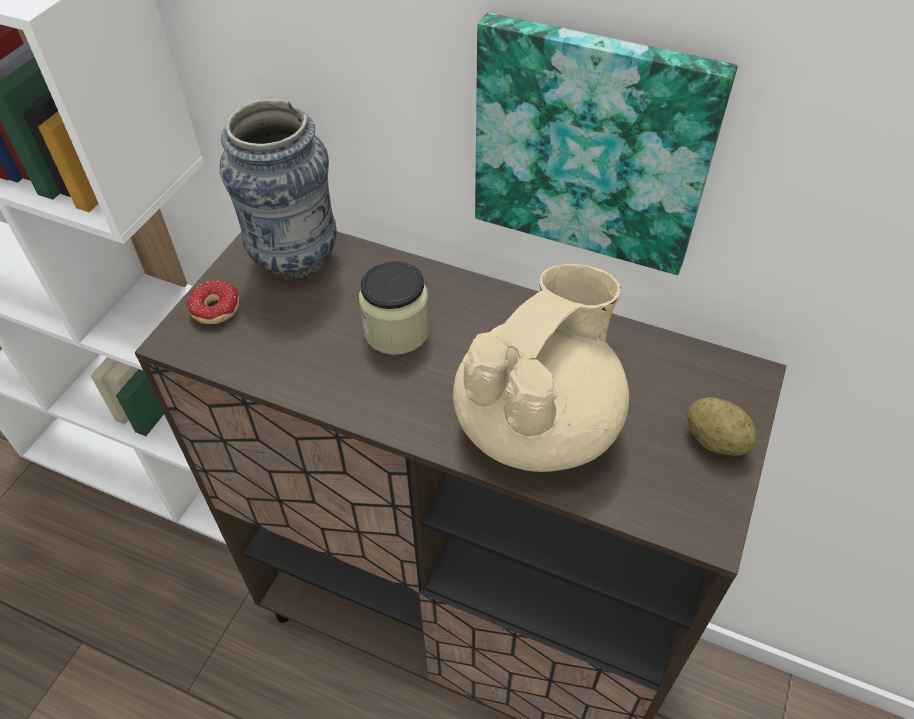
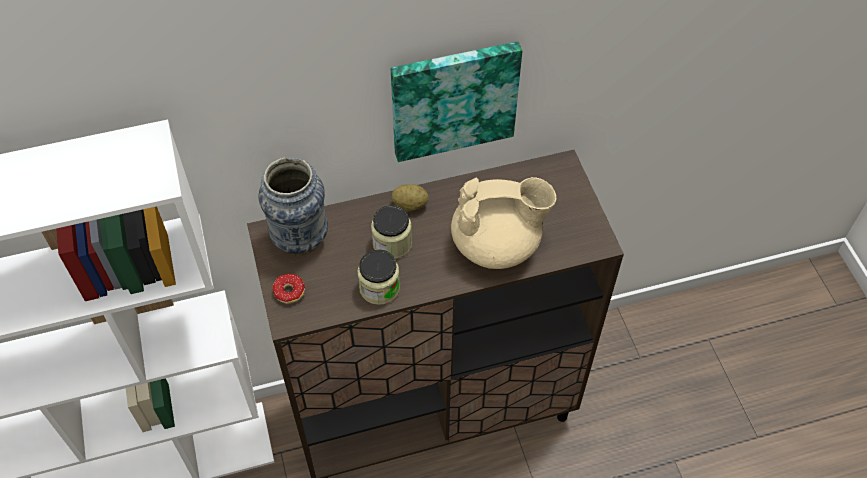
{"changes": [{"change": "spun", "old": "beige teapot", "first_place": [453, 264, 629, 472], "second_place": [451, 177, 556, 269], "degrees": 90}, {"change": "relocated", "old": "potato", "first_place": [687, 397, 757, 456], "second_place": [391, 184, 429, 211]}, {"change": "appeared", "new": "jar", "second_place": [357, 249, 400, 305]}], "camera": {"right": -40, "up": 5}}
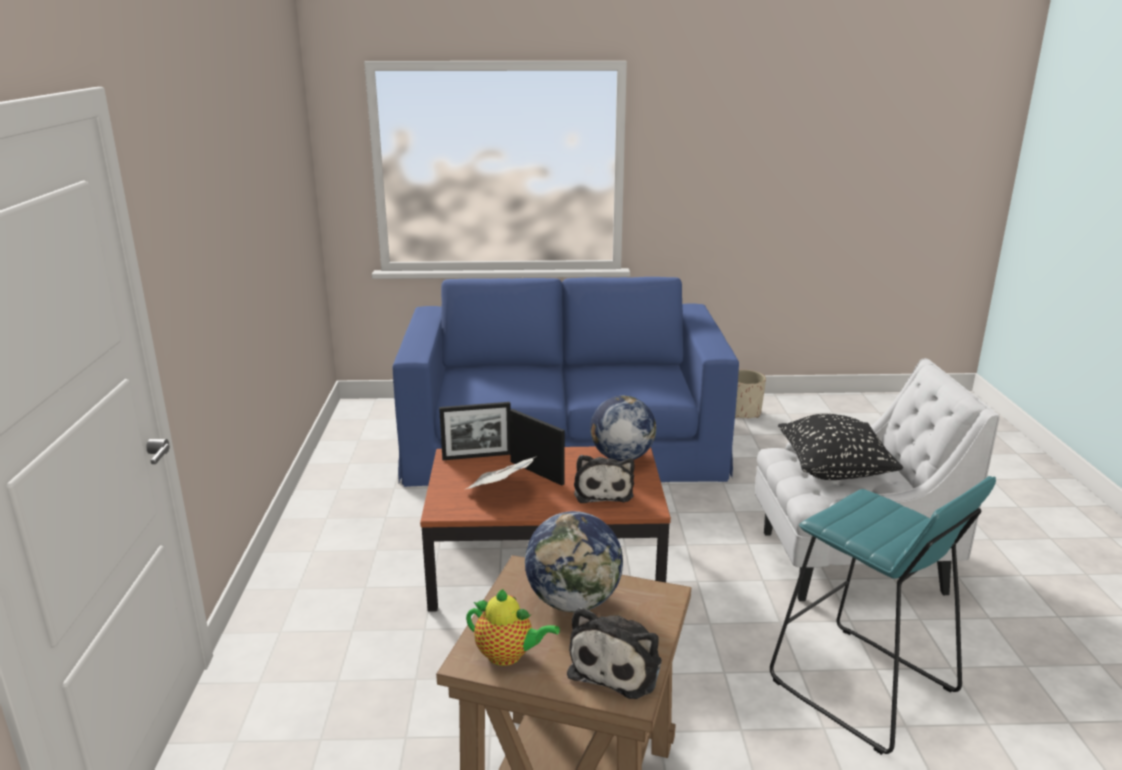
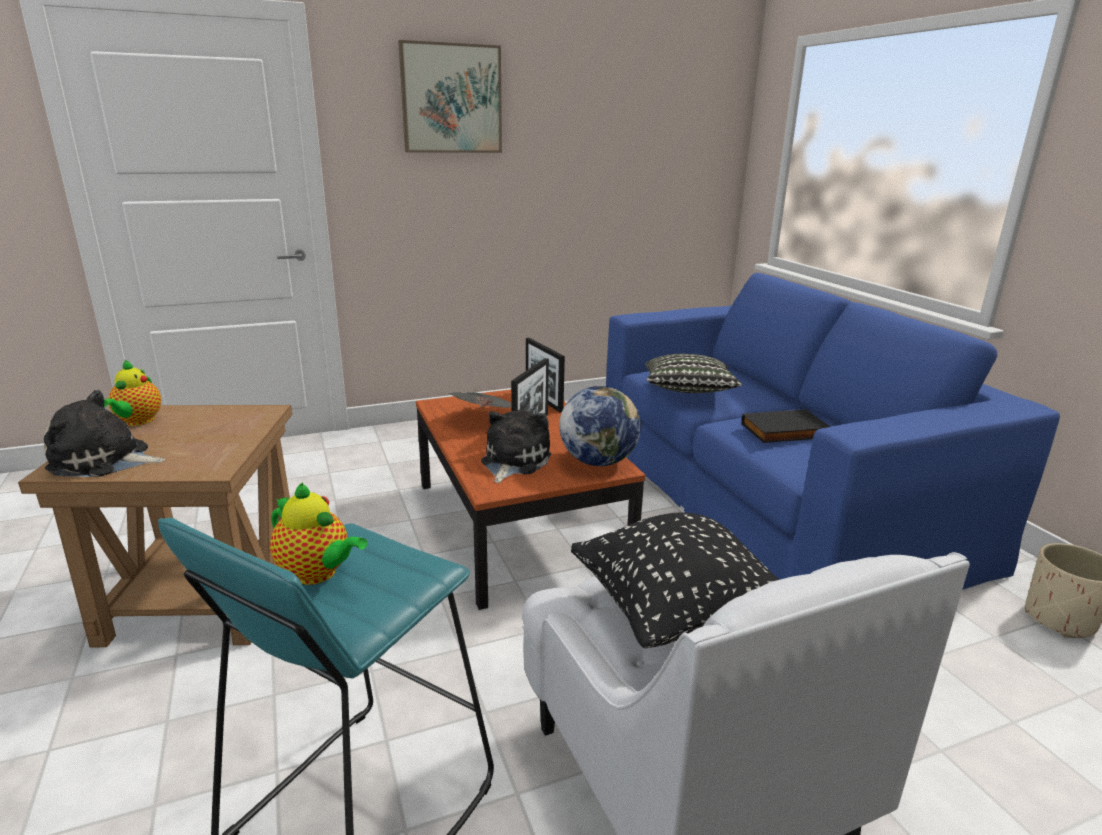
{"changes": [{"change": "missing", "old": "globe", "first_place": [525, 511, 623, 612]}, {"change": "spun", "old": "plush toy", "first_place": [574, 455, 635, 503], "second_place": [481, 410, 551, 483], "degrees": 135}, {"change": "appeared", "new": "teapot", "second_place": [270, 482, 367, 585]}, {"change": "appeared", "new": "picture", "second_place": [398, 40, 502, 153]}, {"change": "appeared", "new": "pillow", "second_place": [645, 354, 742, 393]}, {"change": "appeared", "new": "black book", "second_place": [741, 409, 831, 443]}], "camera": {"right": 70, "up": 0}}
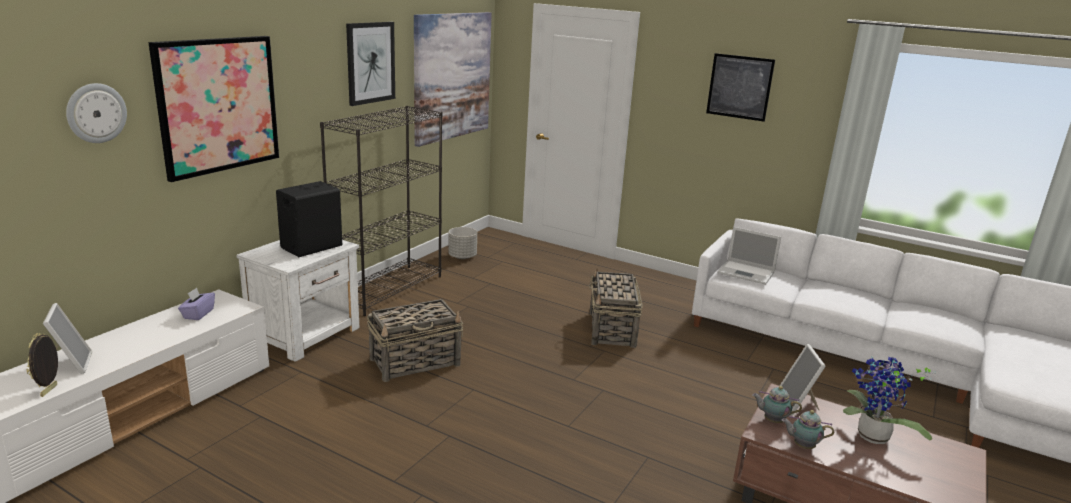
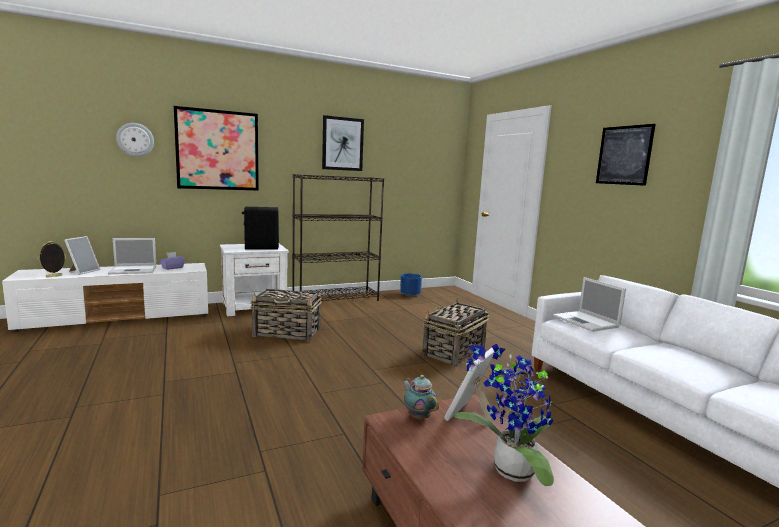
{"changes": [{"change": "missing", "old": "picture", "first_place": [414, 12, 492, 147]}, {"change": "colour", "old": "grey planter", "new": "blue planter", "first_place": [448, 227, 477, 259], "second_place": [400, 273, 422, 296]}, {"change": "missing", "old": "teapot", "first_place": [782, 410, 834, 449]}, {"change": "appeared", "new": "laptop", "second_place": [108, 238, 156, 274]}], "camera": {"right": 35, "up": -10}}
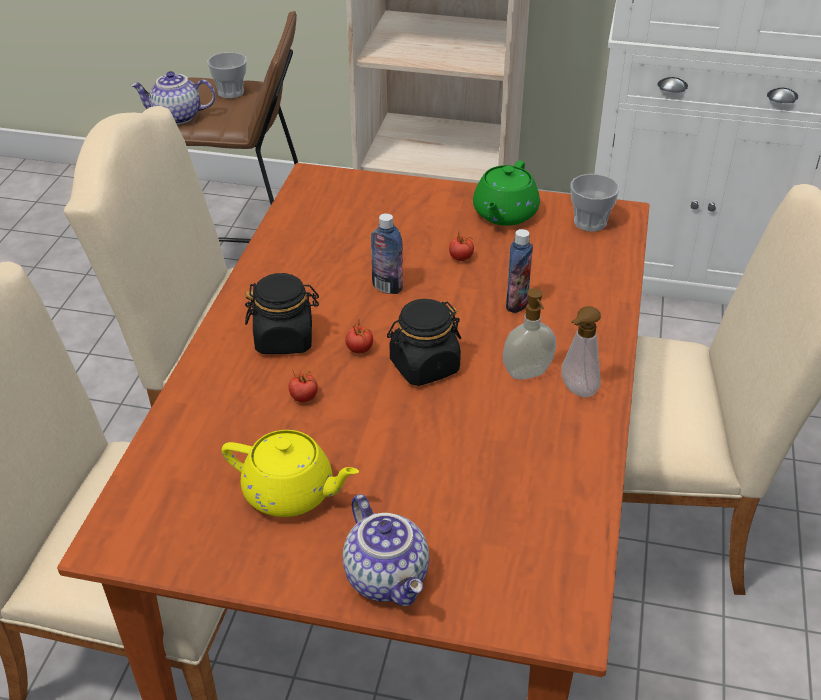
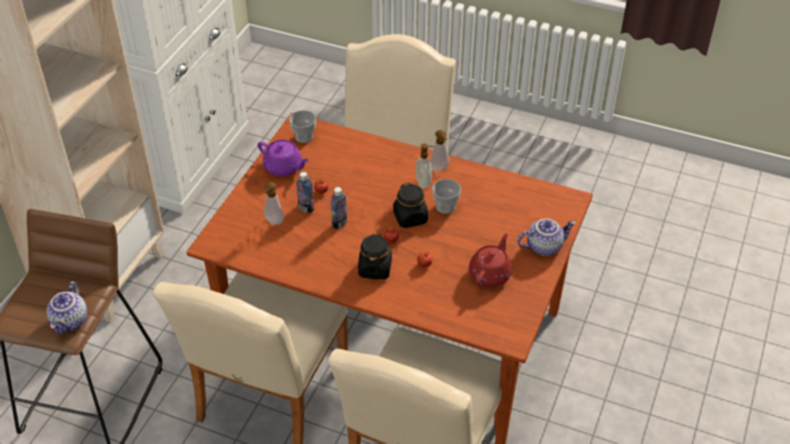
{"changes": [{"change": "relocated", "old": "cup", "first_place": [207, 52, 247, 98], "second_place": [432, 179, 461, 214]}, {"change": "colour", "old": "yellow teapot", "new": "red teapot", "first_place": [222, 430, 359, 517], "second_place": [469, 233, 512, 287]}, {"change": "colour", "old": "green teapot", "new": "purple teapot", "first_place": [473, 160, 540, 226], "second_place": [258, 140, 309, 176]}, {"change": "relocated", "old": "bottle", "first_place": [506, 229, 533, 313], "second_place": [296, 172, 314, 213]}, {"change": "appeared", "new": "soap dispenser", "second_place": [263, 182, 284, 225]}], "camera": {"right": -80, "up": 5}}
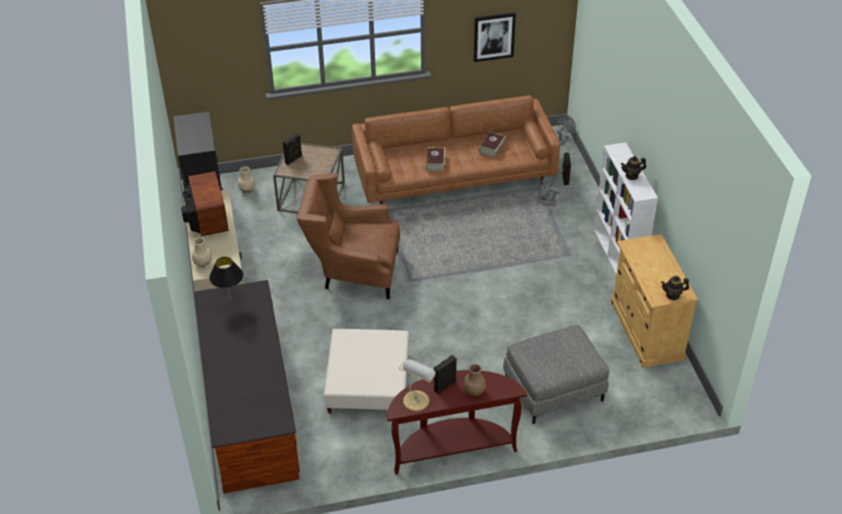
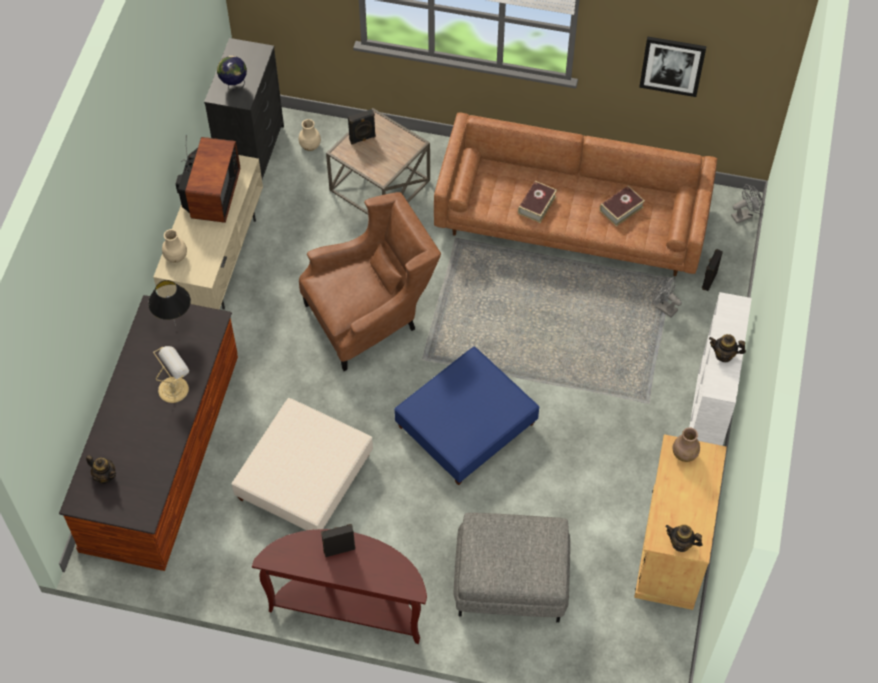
{"changes": [{"change": "spun", "old": "brown armchair", "first_place": [297, 173, 400, 299], "second_place": [299, 192, 441, 371], "degrees": 120}, {"change": "relocated", "old": "table lamp", "first_place": [399, 359, 436, 411], "second_place": [153, 346, 189, 403]}, {"change": "relocated", "old": "brown vase", "first_place": [463, 364, 486, 396], "second_place": [673, 427, 700, 462]}, {"change": "appeared", "new": "teapot", "second_place": [86, 455, 116, 484]}, {"change": "appeared", "new": "globe", "second_place": [217, 56, 247, 91]}, {"change": "appeared", "new": "blue ottoman", "second_place": [394, 347, 540, 485]}], "camera": {"right": 25, "up": 15}}
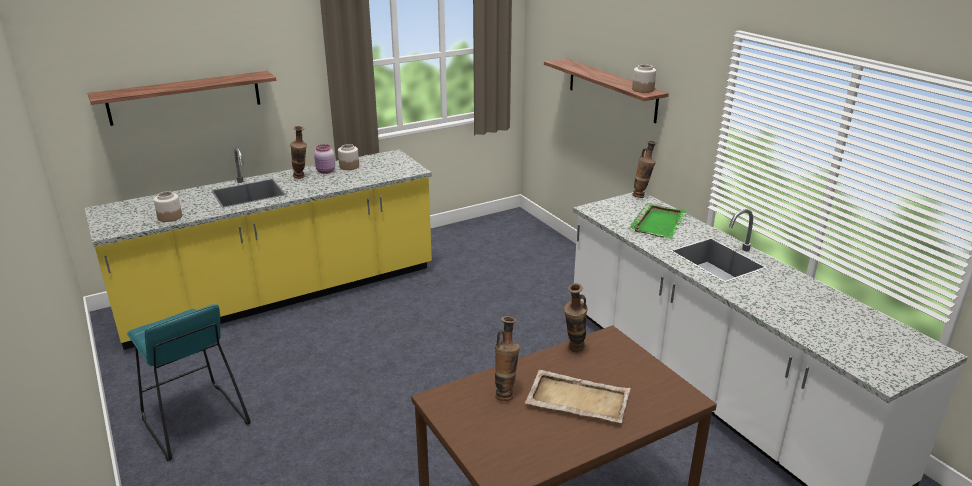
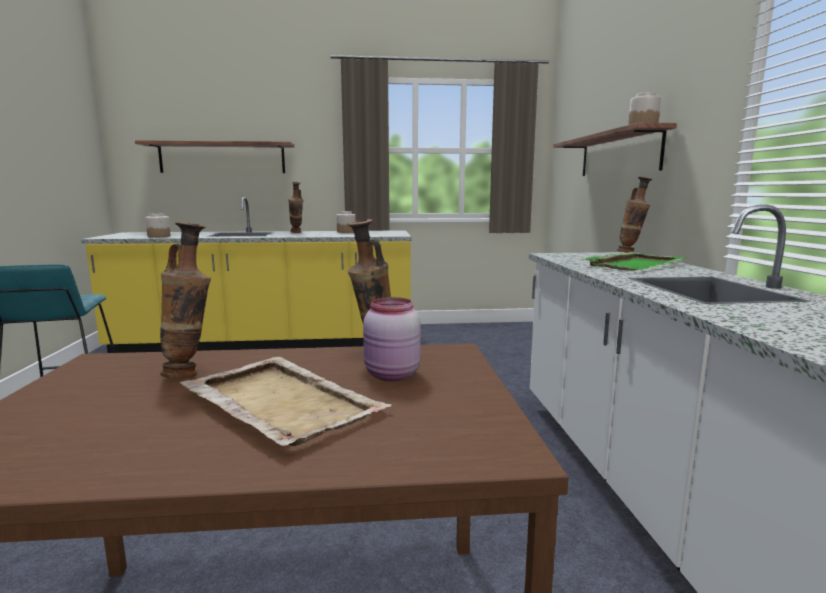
{"changes": [{"change": "relocated", "old": "pink jar", "first_place": [314, 144, 335, 174], "second_place": [363, 297, 421, 381]}], "camera": {"right": 25, "up": -15}}
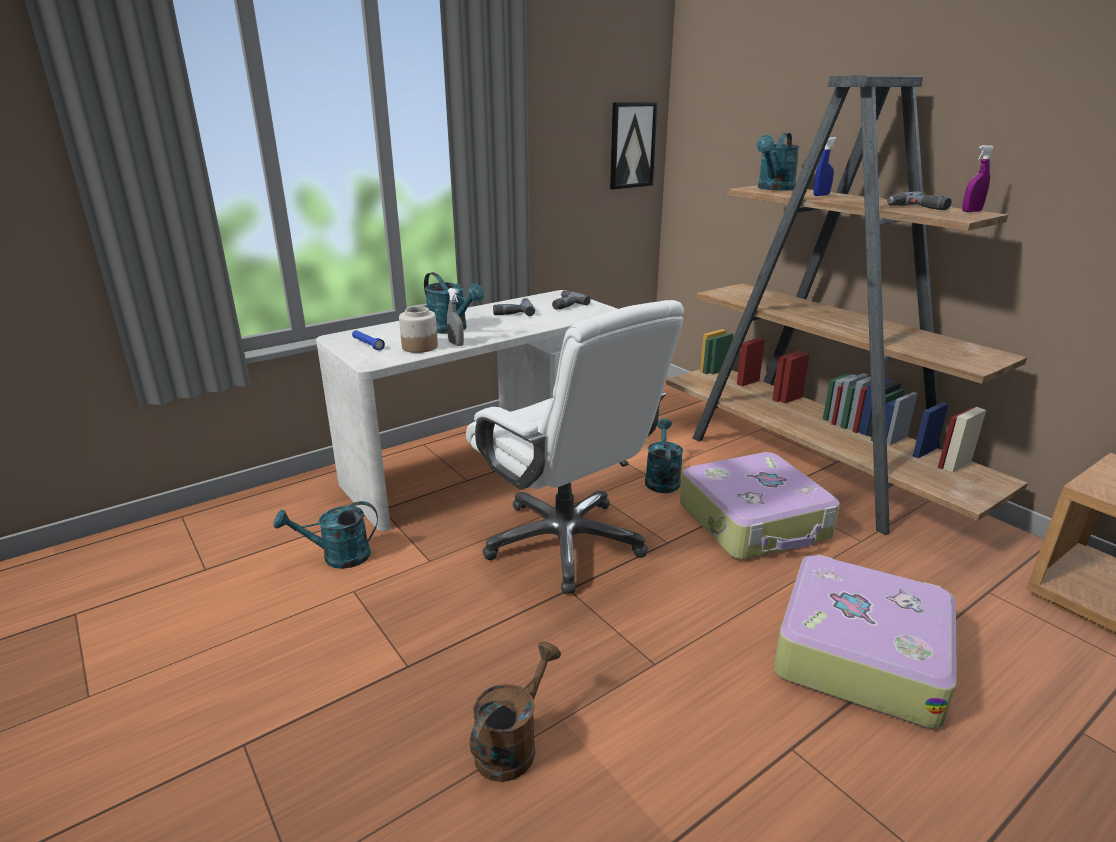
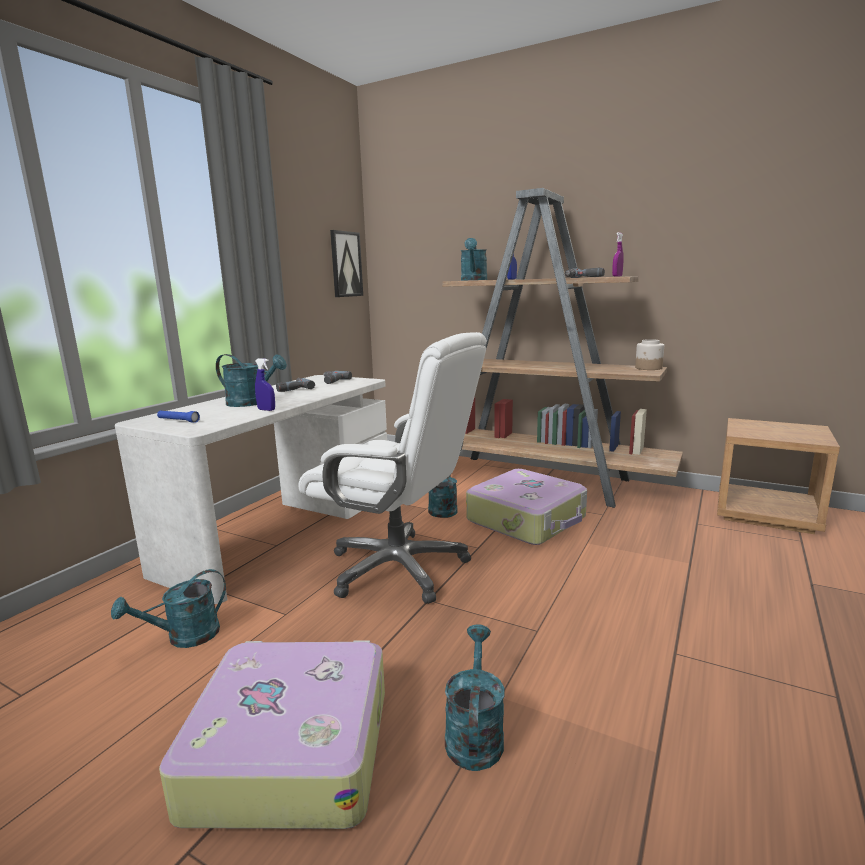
{"changes": [{"change": "relocated", "old": "jar", "first_place": [399, 306, 438, 353], "second_place": [635, 339, 664, 370]}, {"change": "colour", "old": "grey spray bottle", "new": "blue spray bottle", "first_place": [447, 288, 464, 346], "second_place": [255, 358, 275, 411]}, {"change": "colour", "old": "brown watering can", "new": "turquoise watering can", "first_place": [470, 642, 561, 782], "second_place": [445, 624, 505, 771]}, {"change": "relocated", "old": "suitcase", "first_place": [774, 555, 957, 729], "second_place": [159, 640, 385, 829]}], "camera": {"right": -25, "up": -10}}
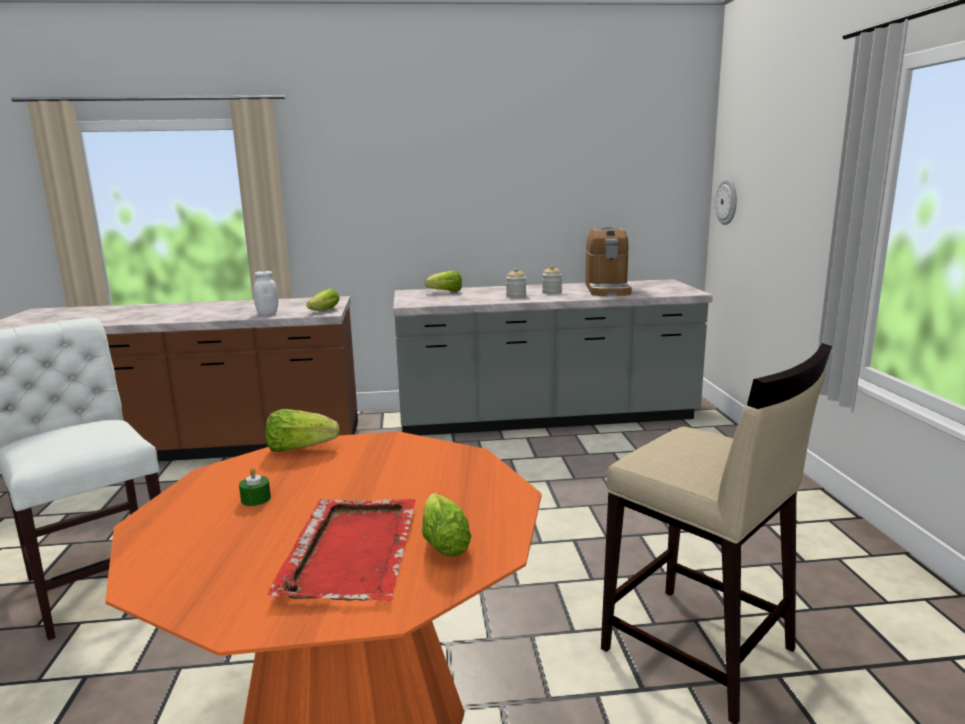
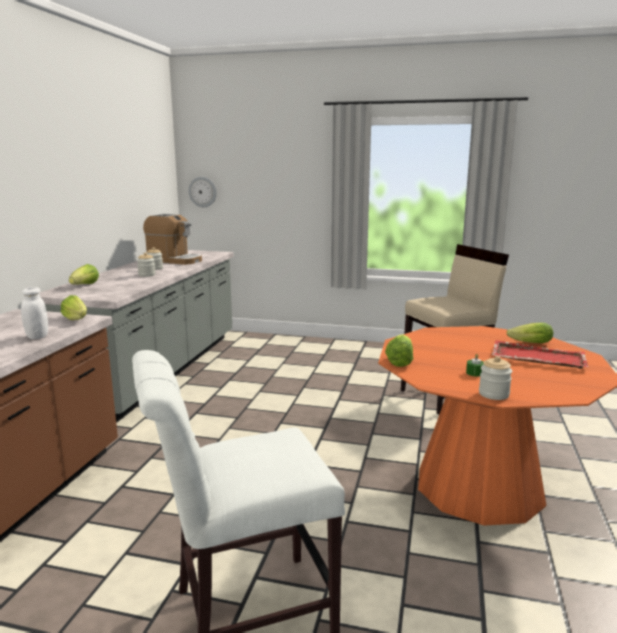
{"changes": [{"change": "appeared", "new": "jar", "second_place": [479, 356, 512, 400]}], "camera": {"right": -70, "up": 0}}
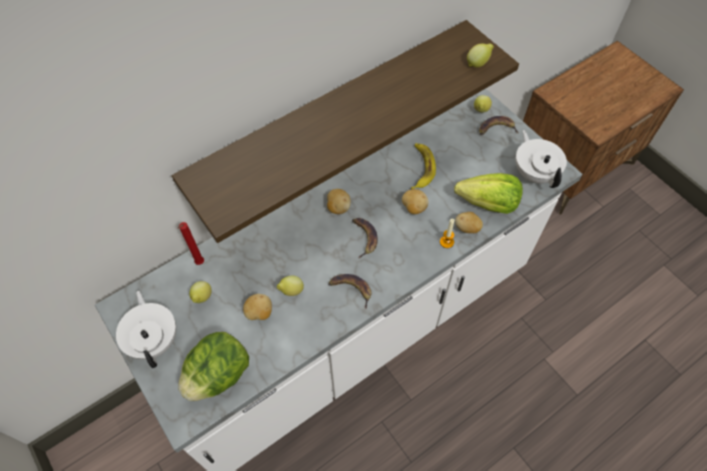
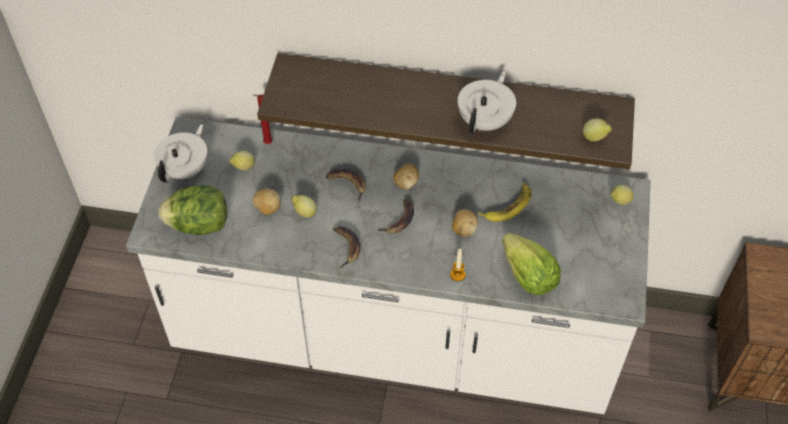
{"changes": [{"change": "missing", "old": "potato", "first_place": [455, 212, 483, 233]}, {"change": "relocated", "old": "banana", "first_place": [479, 116, 518, 135], "second_place": [326, 169, 366, 202]}, {"change": "relocated", "old": "white teapot", "first_place": [516, 130, 567, 188], "second_place": [458, 71, 516, 134]}], "camera": {"right": 45, "up": -5}}
